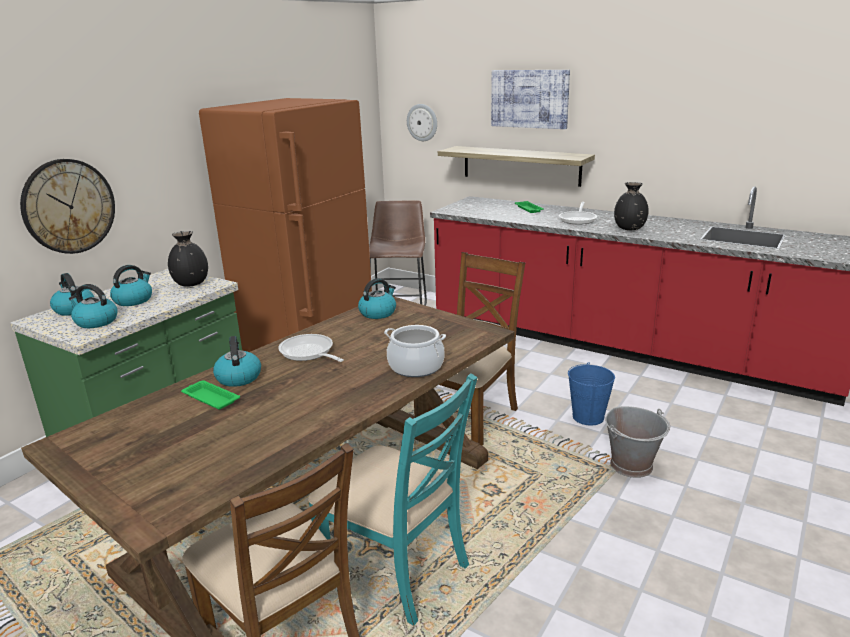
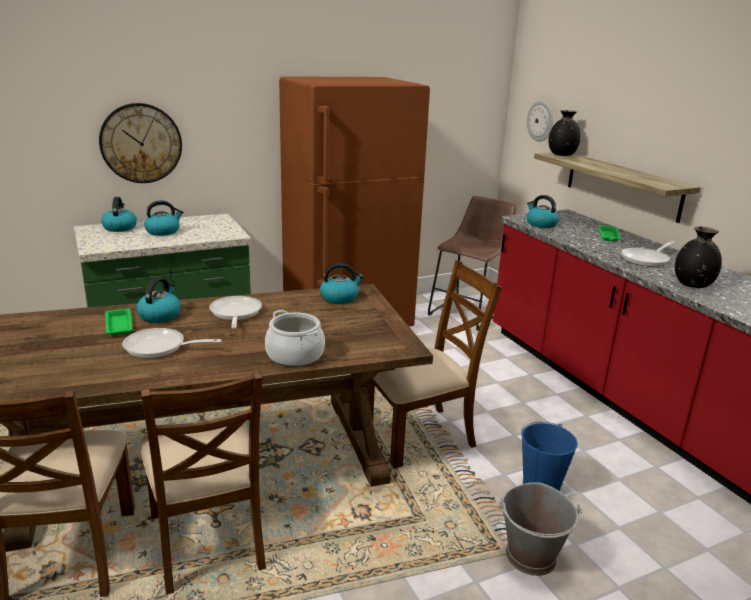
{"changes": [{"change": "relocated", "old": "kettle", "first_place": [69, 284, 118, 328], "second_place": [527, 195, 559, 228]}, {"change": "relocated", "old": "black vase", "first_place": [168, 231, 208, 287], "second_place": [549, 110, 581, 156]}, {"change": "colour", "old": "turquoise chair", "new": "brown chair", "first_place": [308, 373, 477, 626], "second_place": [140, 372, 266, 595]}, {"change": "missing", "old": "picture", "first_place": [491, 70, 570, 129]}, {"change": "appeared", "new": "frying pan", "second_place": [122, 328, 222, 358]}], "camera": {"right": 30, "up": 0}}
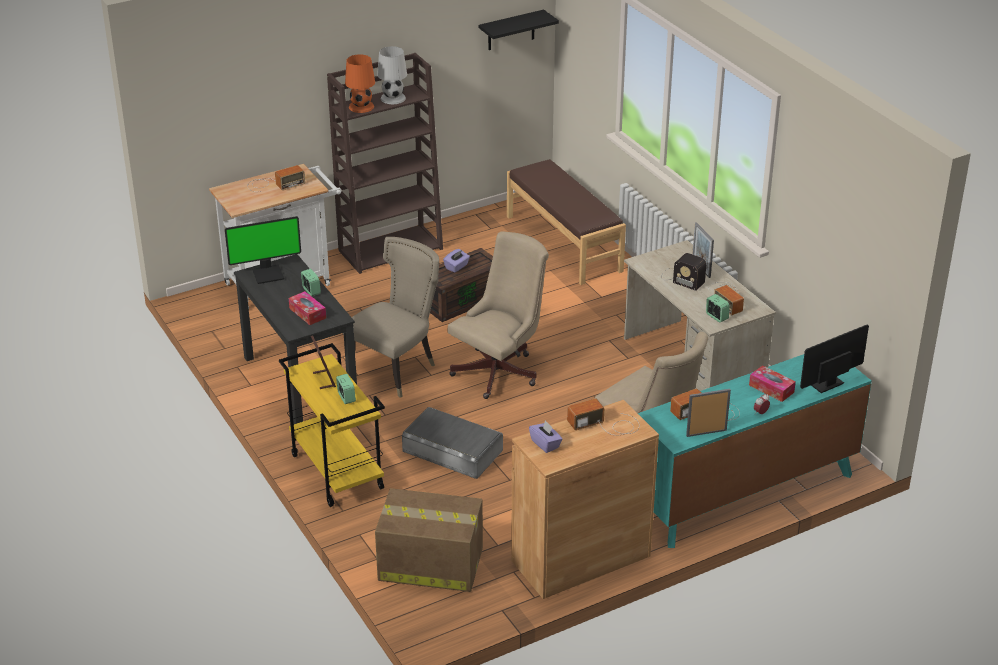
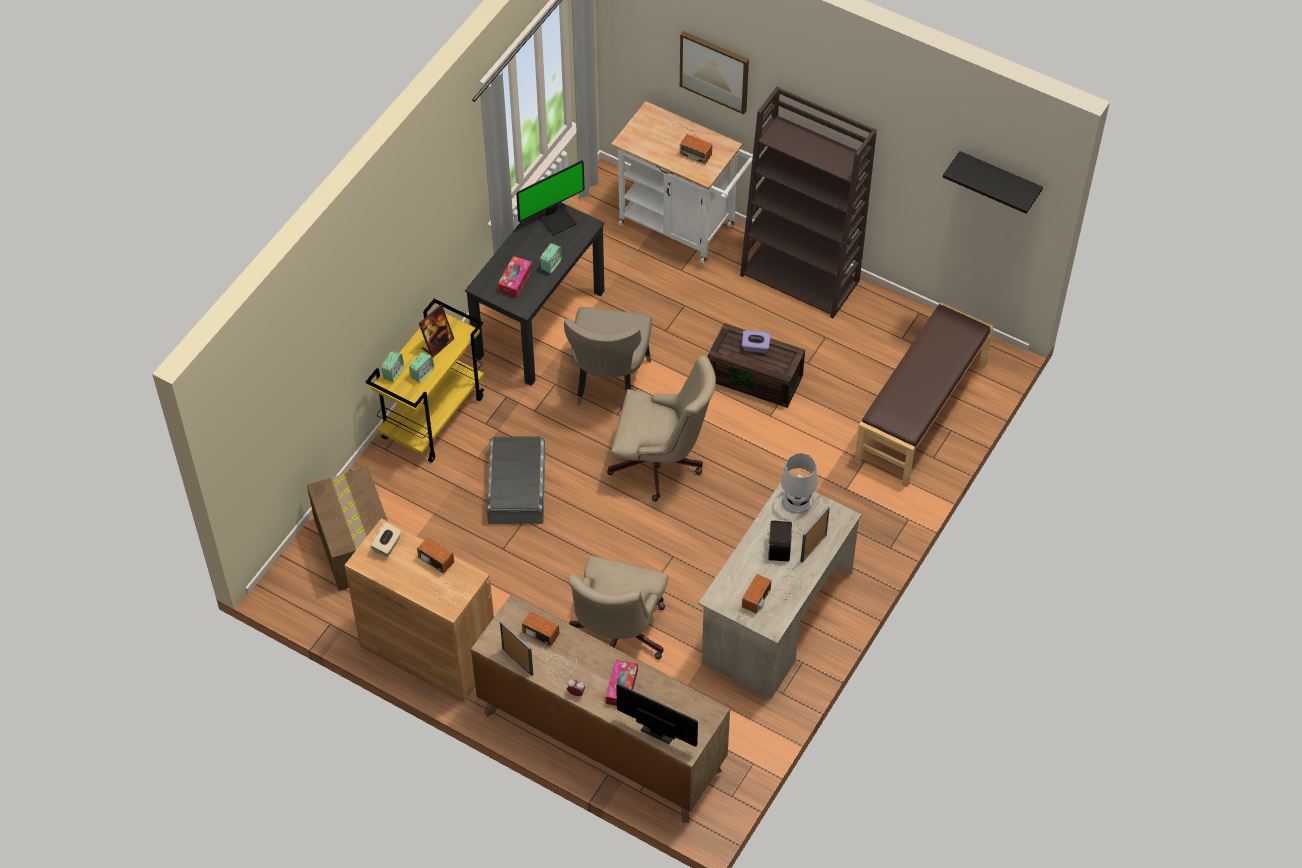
{"changes": [{"change": "spun", "old": "monitor", "first_place": [225, 216, 301, 284], "second_place": [516, 160, 585, 236], "degrees": -75}, {"change": "spun", "old": "beige chair", "first_place": [343, 237, 439, 398], "second_place": [564, 307, 652, 405], "degrees": 90}, {"change": "missing", "old": "orange table lamp", "first_place": [345, 54, 375, 113]}, {"change": "relocated", "old": "white table lamp", "first_place": [377, 46, 407, 104], "second_place": [781, 453, 818, 514]}, {"change": "colour", "old": "purple tissue box", "new": "beige tissue box", "first_place": [529, 420, 563, 453], "second_place": [370, 522, 402, 557]}, {"change": "colour", "old": "turquoise dresser", "new": "brown dresser", "first_place": [638, 354, 872, 548], "second_place": [471, 594, 730, 823]}, {"change": "relocated", "old": "alarm clock", "first_place": [706, 294, 730, 322], "second_place": [381, 351, 404, 382]}, {"change": "appeared", "new": "picture", "second_place": [680, 31, 749, 114]}], "camera": {"right": 60, "up": 20}}
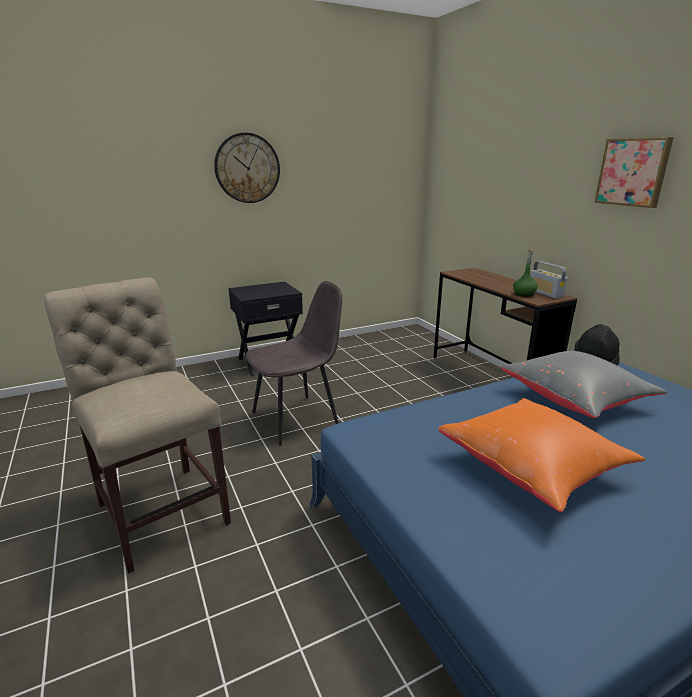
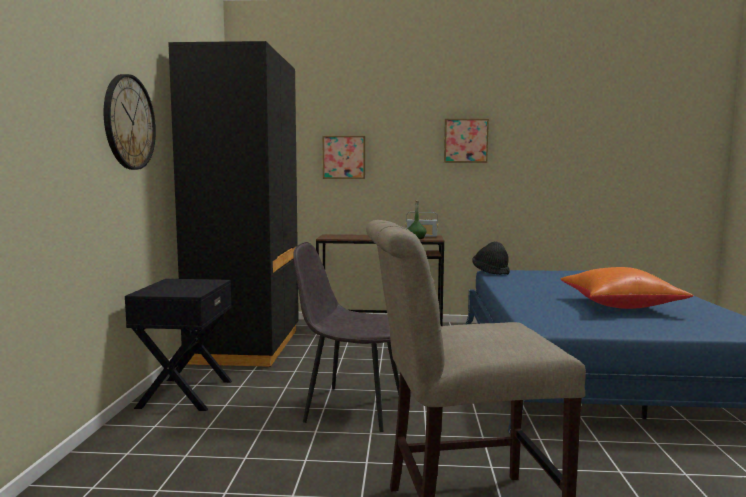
{"changes": [{"change": "spun", "old": "grey chair", "first_place": [245, 281, 342, 446], "second_place": [293, 242, 399, 432], "degrees": -75}, {"change": "missing", "old": "grey pillow", "first_place": [501, 351, 667, 418]}, {"change": "appeared", "new": "black wardrobe", "second_place": [168, 41, 299, 367]}, {"change": "appeared", "new": "picture", "second_place": [323, 136, 365, 179]}], "camera": {"right": -60, "up": -15}}
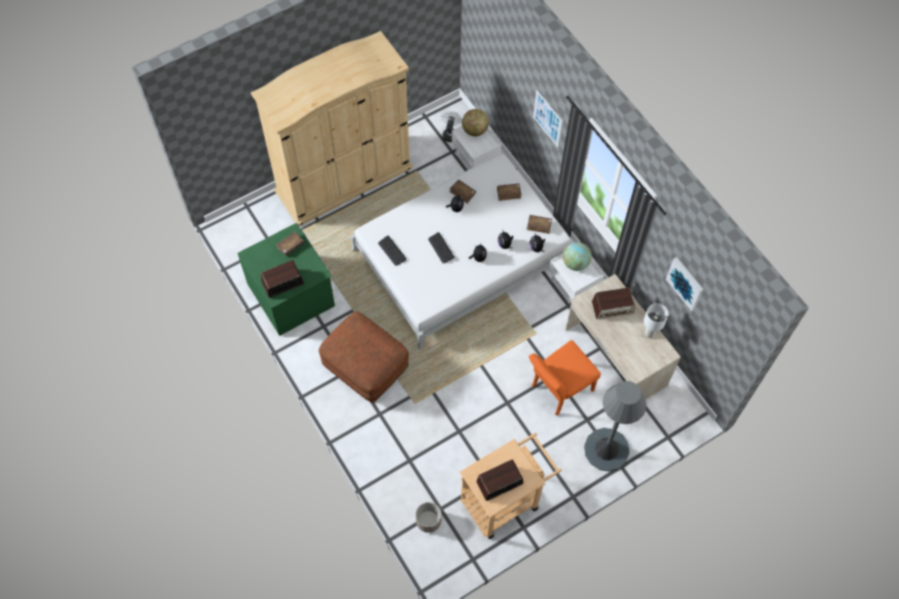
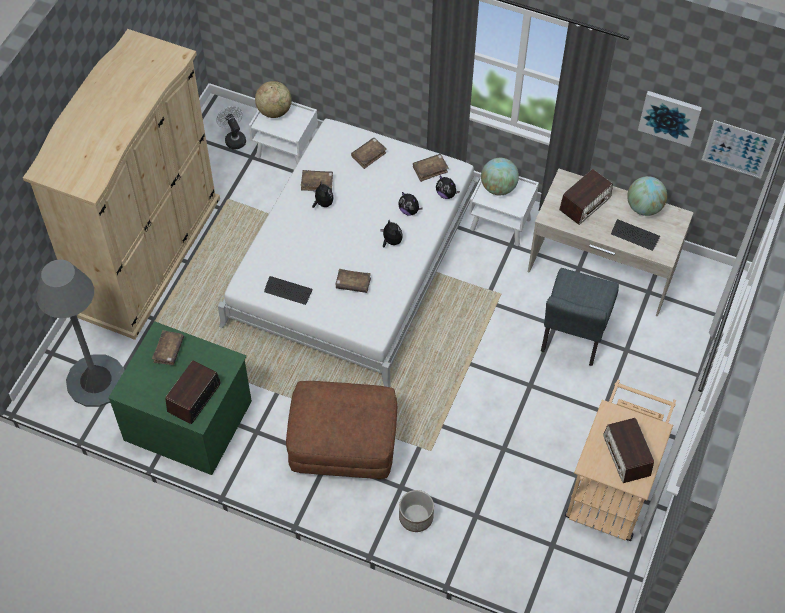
{"changes": [{"change": "relocated", "old": "planter", "first_place": [416, 502, 441, 533], "second_place": [399, 490, 434, 532]}, {"change": "relocated", "old": "keyboard", "first_place": [428, 232, 455, 264], "second_place": [611, 219, 660, 251]}, {"change": "spun", "old": "radio", "first_place": [476, 459, 523, 501], "second_place": [603, 418, 654, 483], "degrees": -45}, {"change": "colour", "old": "orange chair", "new": "grey chair", "first_place": [529, 340, 601, 416], "second_place": [541, 268, 619, 366]}, {"change": "relocated", "old": "picture", "first_place": [533, 90, 562, 147], "second_place": [702, 120, 776, 179]}, {"change": "relocated", "old": "grey floor lamp", "first_place": [584, 381, 647, 472], "second_place": [36, 259, 125, 407]}, {"change": "exchanged", "old": "white table lamp", "new": "globe", "first_place": [644, 303, 669, 338], "second_place": [627, 176, 667, 216]}, {"change": "appeared", "new": "brown book", "second_place": [336, 269, 371, 293]}], "camera": {"right": -35, "up": -5}}
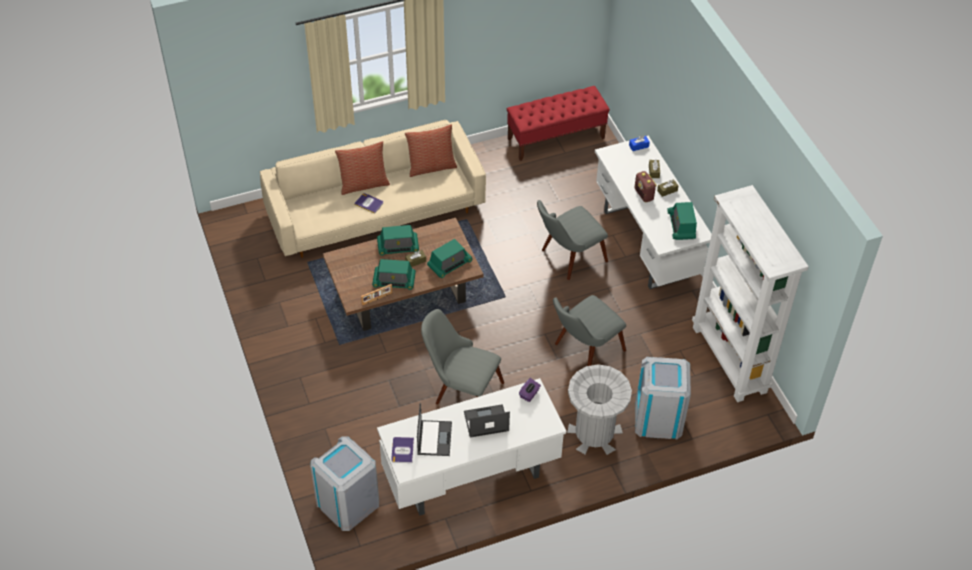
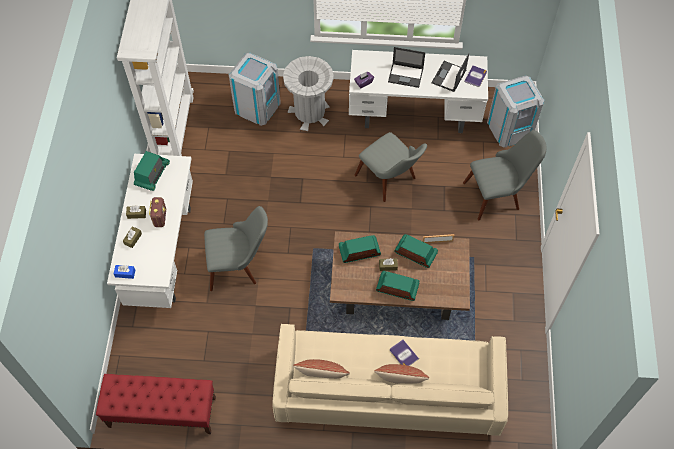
{"changes": [{"change": "relocated", "old": "grey chair", "first_place": [553, 295, 626, 366], "second_place": [463, 130, 547, 220]}], "camera": {"right": -155, "up": 10}}
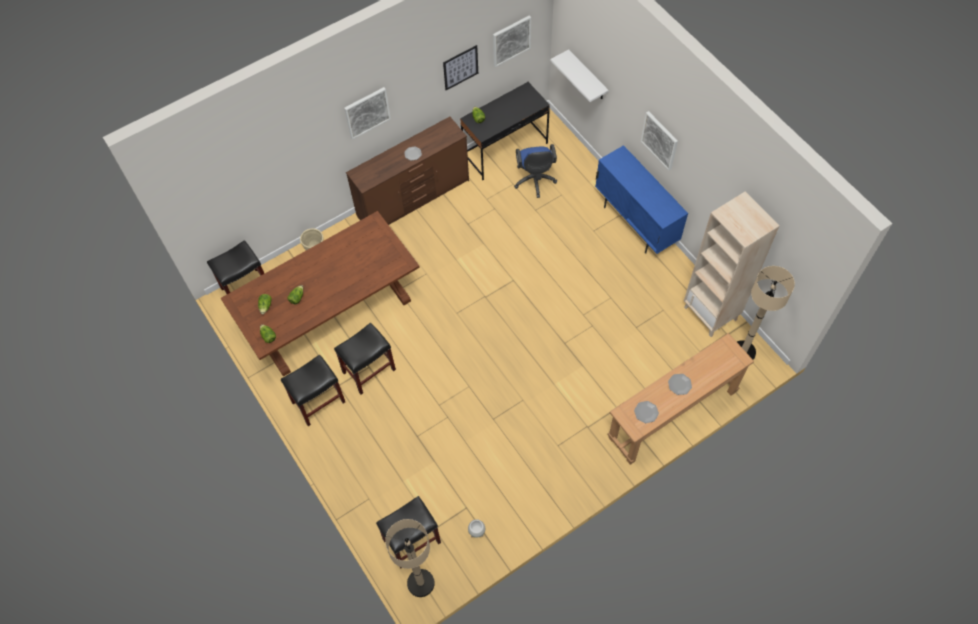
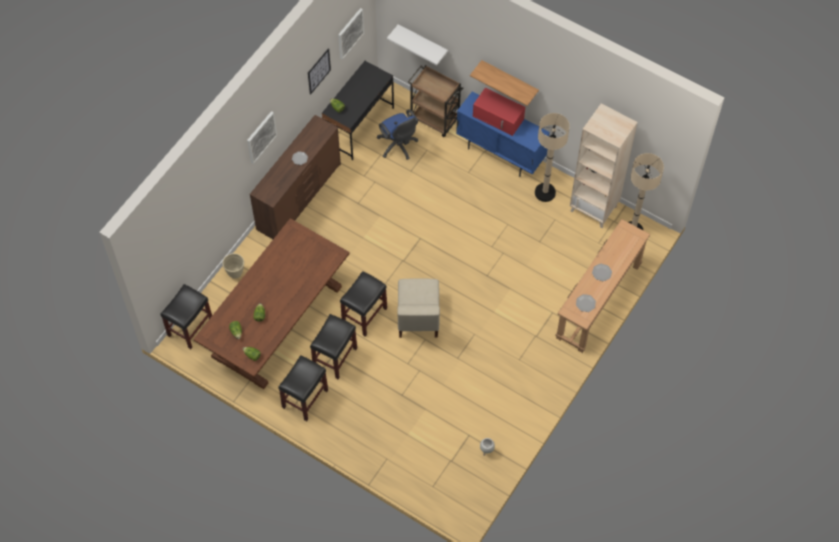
{"changes": [{"change": "relocated", "old": "black stool", "first_place": [376, 496, 441, 568], "second_place": [340, 271, 387, 337]}, {"change": "relocated", "old": "beige floor lamp", "first_place": [385, 519, 435, 597], "second_place": [535, 113, 570, 202]}, {"change": "exchanged", "old": "picture", "new": "shelf", "first_place": [641, 111, 678, 170], "second_place": [470, 60, 539, 106]}, {"change": "appeared", "new": "beige chair", "second_place": [397, 279, 440, 338]}, {"change": "appeared", "new": "brown cart", "second_place": [408, 65, 463, 137]}, {"change": "appeared", "new": "red microwave", "second_place": [473, 88, 525, 136]}], "camera": {"right": -25, "up": 0}}
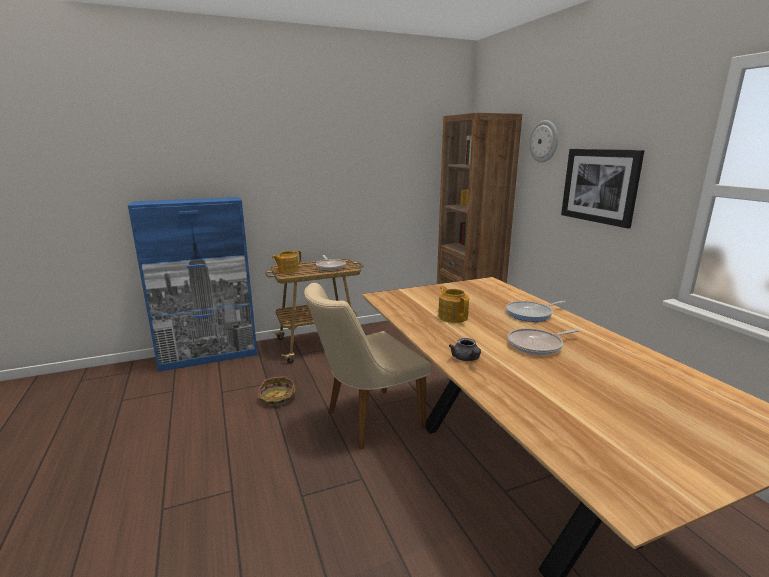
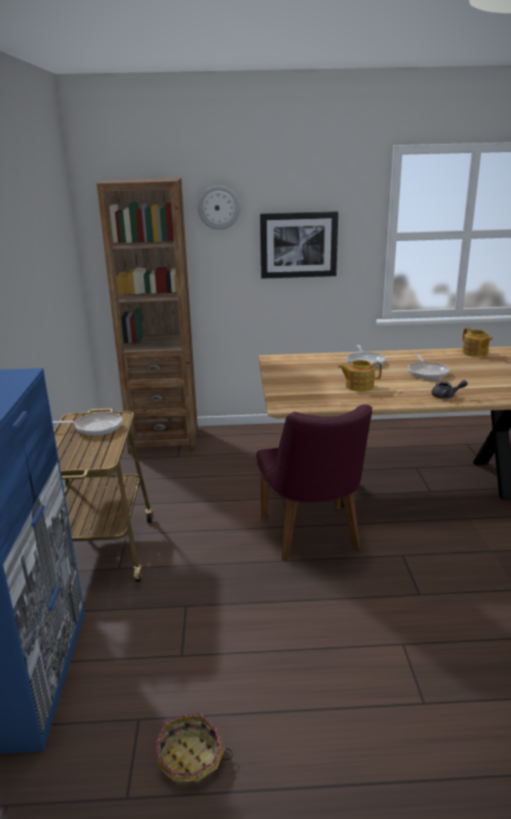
{"changes": [{"change": "relocated", "old": "basket", "first_place": [258, 376, 296, 407], "second_place": [156, 713, 233, 784]}, {"change": "relocated", "old": "teapot", "first_place": [272, 250, 302, 273], "second_place": [462, 328, 493, 357]}, {"change": "colour", "old": "beige chair", "new": "purple chair", "first_place": [304, 283, 431, 449], "second_place": [256, 404, 372, 561]}], "camera": {"right": -70, "up": 5}}
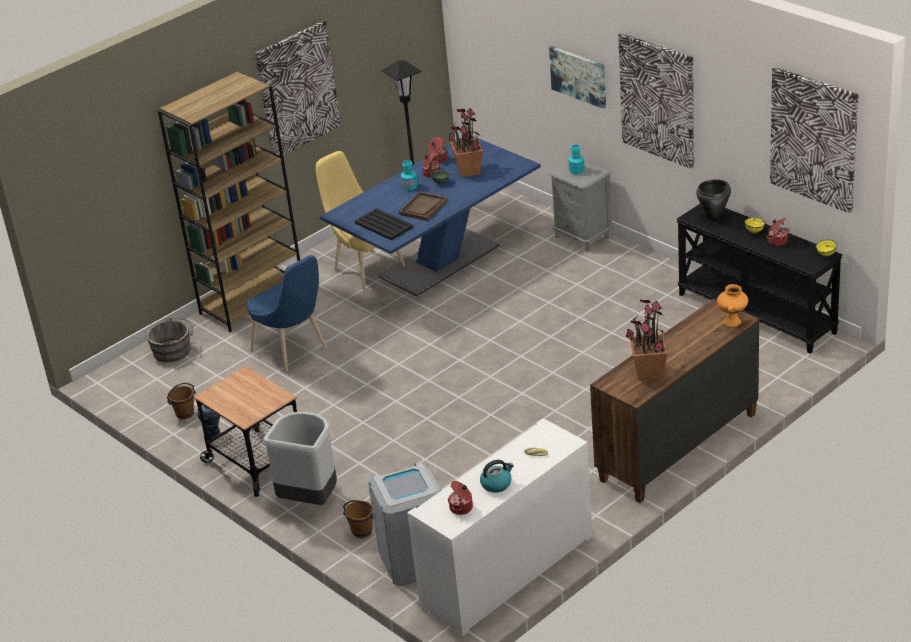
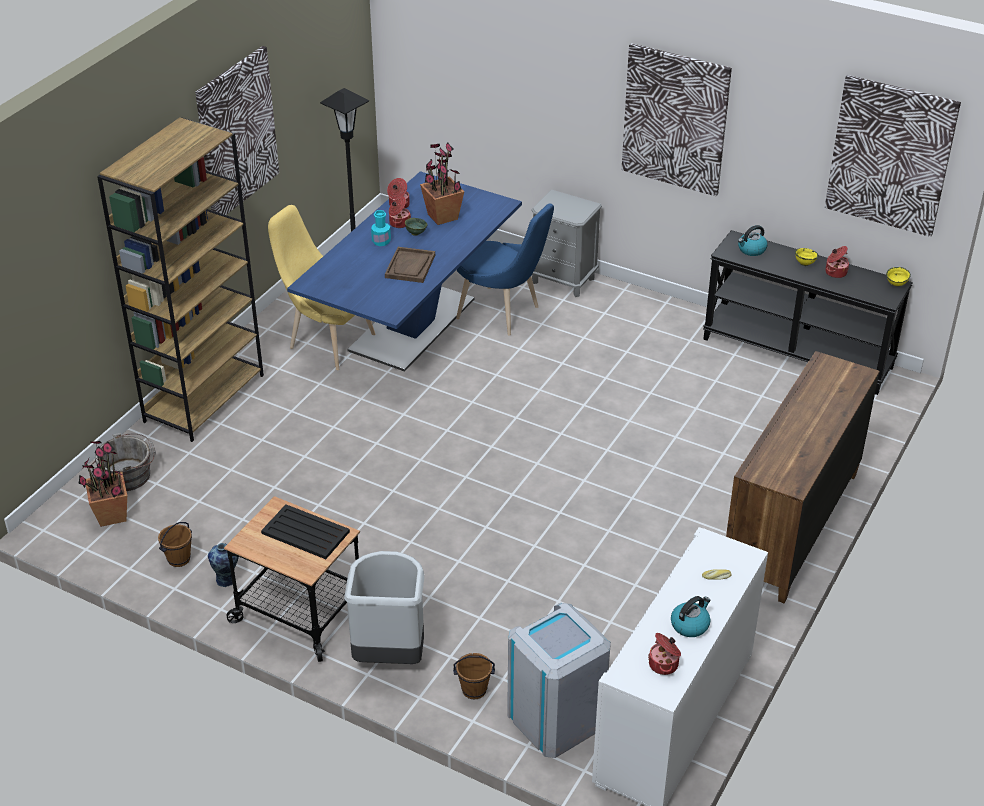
{"changes": [{"change": "relocated", "old": "blue chair", "first_place": [246, 255, 327, 371], "second_place": [456, 203, 554, 336]}, {"change": "relocated", "old": "black tray", "first_place": [355, 208, 413, 240], "second_place": [261, 504, 350, 559]}, {"change": "missing", "old": "picture", "first_place": [549, 46, 606, 109]}, {"change": "missing", "old": "turquoise bottle", "first_place": [568, 144, 585, 175]}, {"change": "relocated", "old": "potted plant", "first_place": [626, 300, 668, 381], "second_place": [78, 441, 127, 527]}, {"change": "exchanged", "old": "black cooking pot", "new": "kettle", "first_place": [696, 180, 731, 221], "second_place": [738, 225, 768, 256]}, {"change": "missing", "old": "orange vase", "first_place": [717, 284, 748, 327]}], "camera": {"right": -20, "up": 5}}
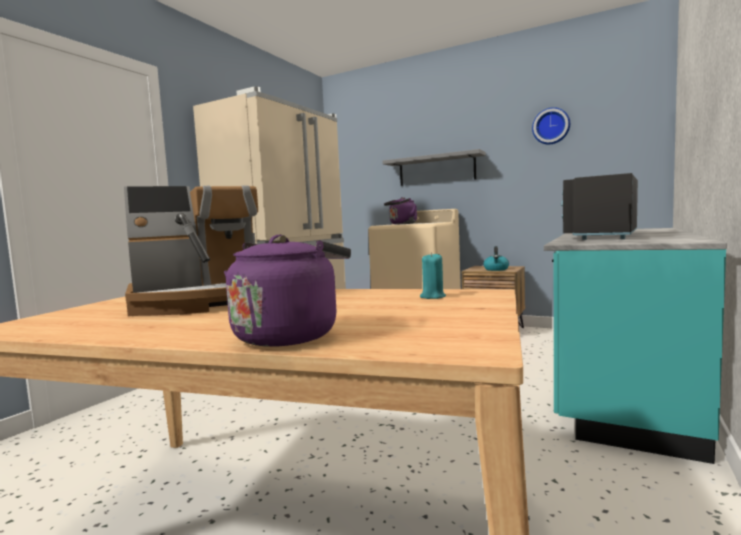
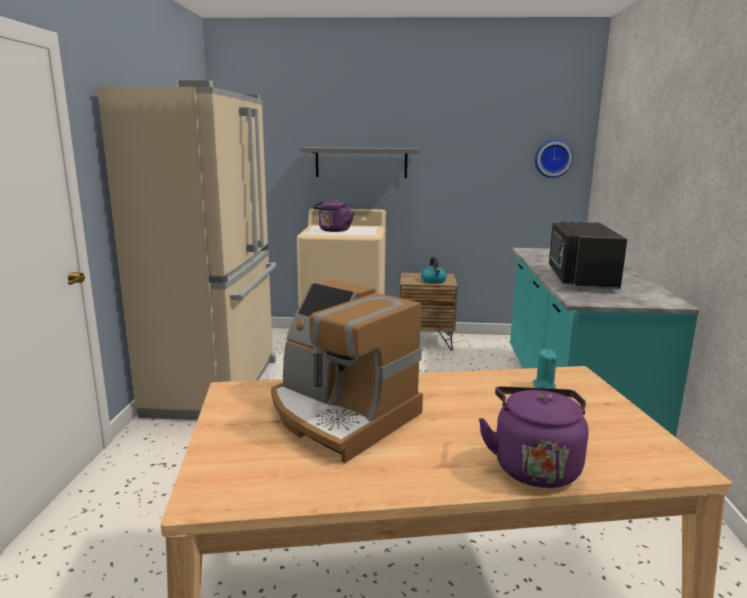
{"changes": [{"change": "spun", "old": "coffee machine", "first_place": [124, 185, 258, 316], "second_place": [271, 280, 423, 463], "degrees": 90}, {"change": "relocated", "old": "wall clock", "first_place": [532, 107, 570, 144], "second_place": [535, 140, 573, 178]}], "camera": {"right": -25, "up": 10}}
